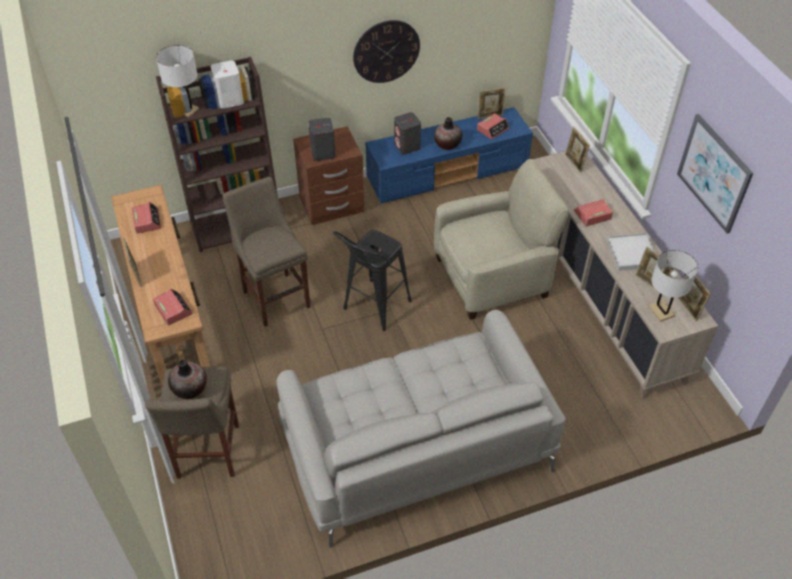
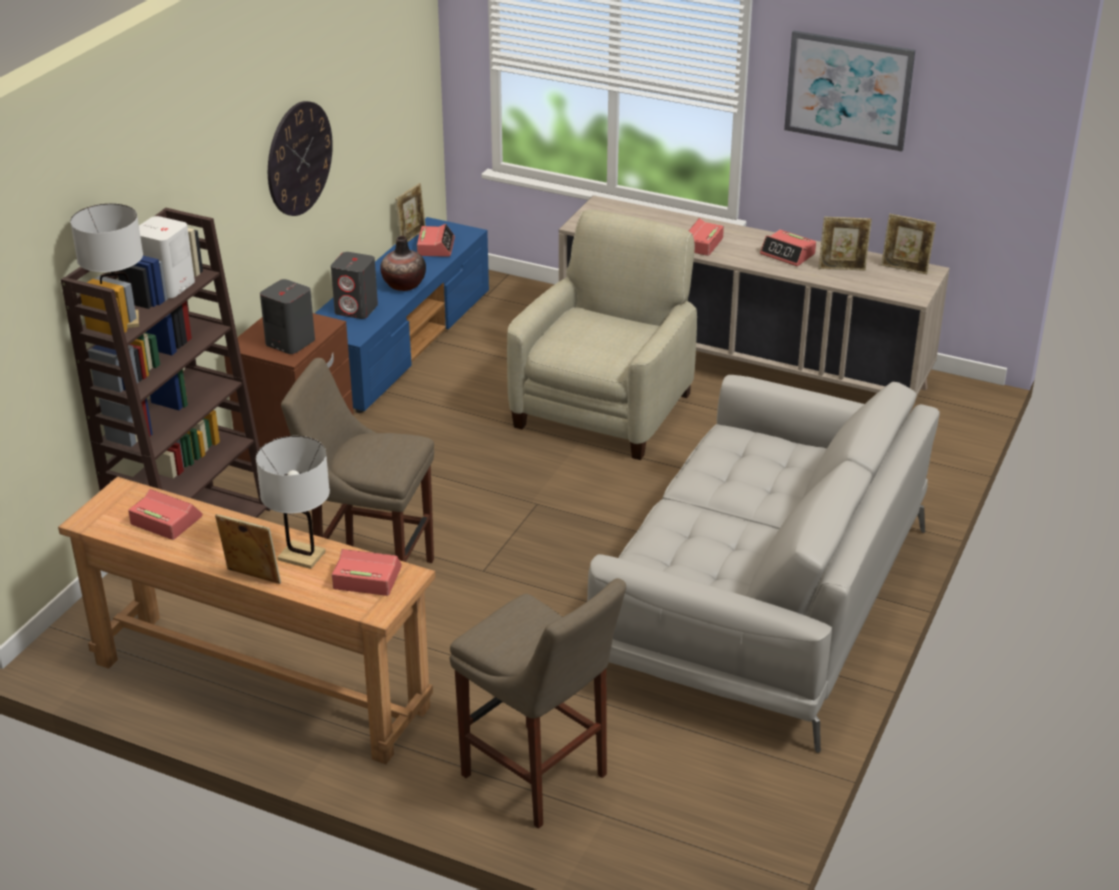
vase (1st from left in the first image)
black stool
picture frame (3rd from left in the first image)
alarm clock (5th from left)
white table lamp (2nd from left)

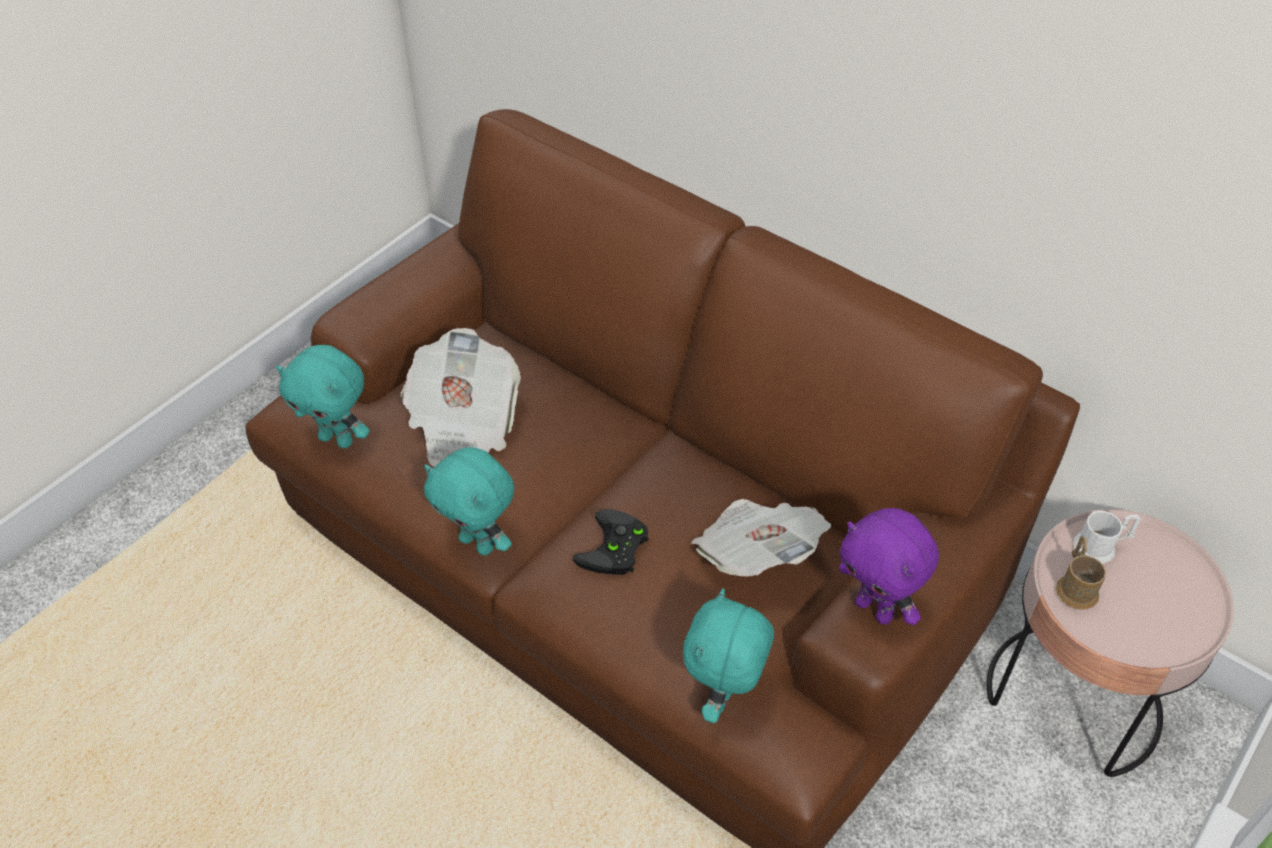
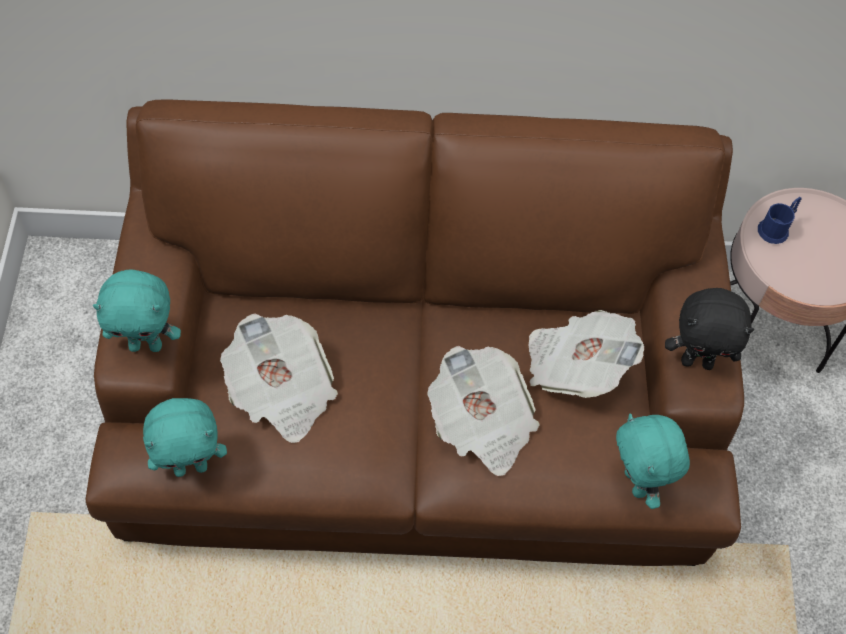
turquoise plush toy (1st from left)
newspaper (2nd from left)
black plush toy
brown mug
blue mug

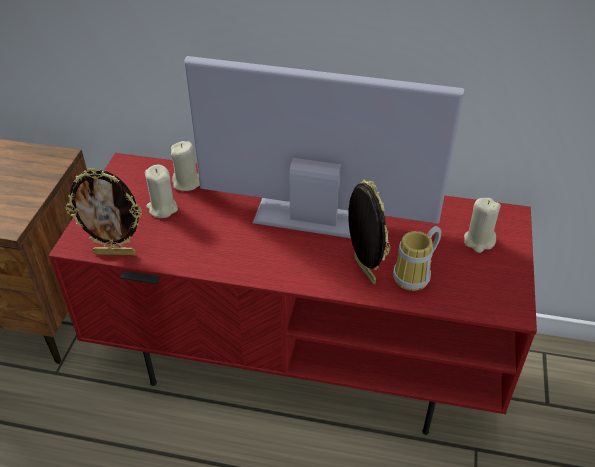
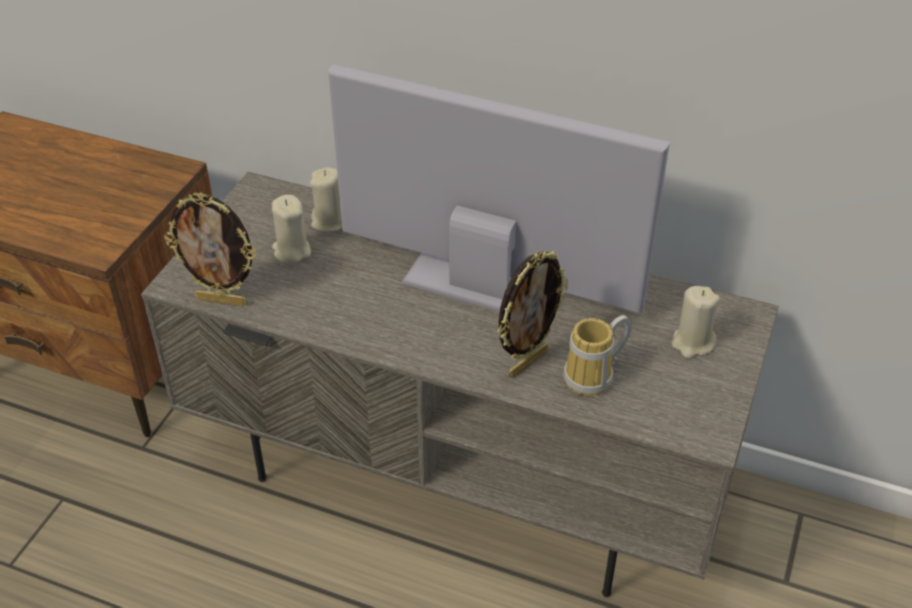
grey tv stand
picture frame (2nd from left)

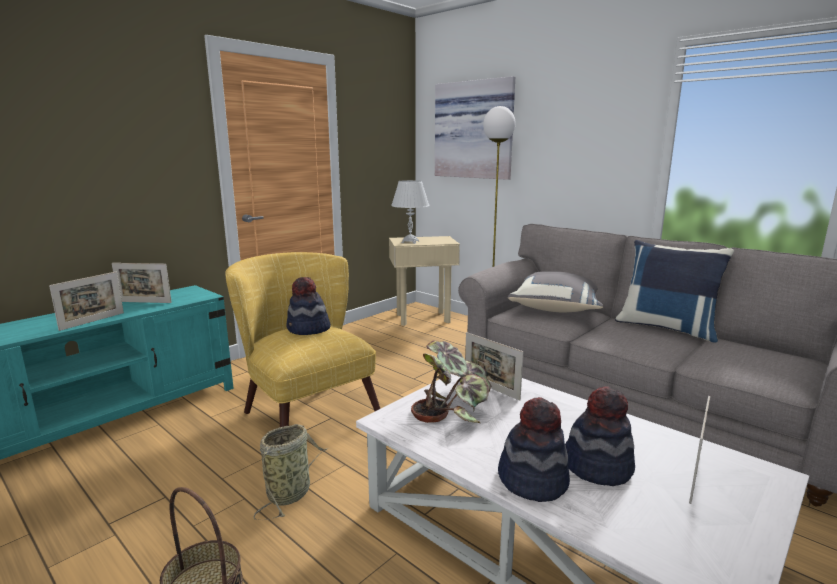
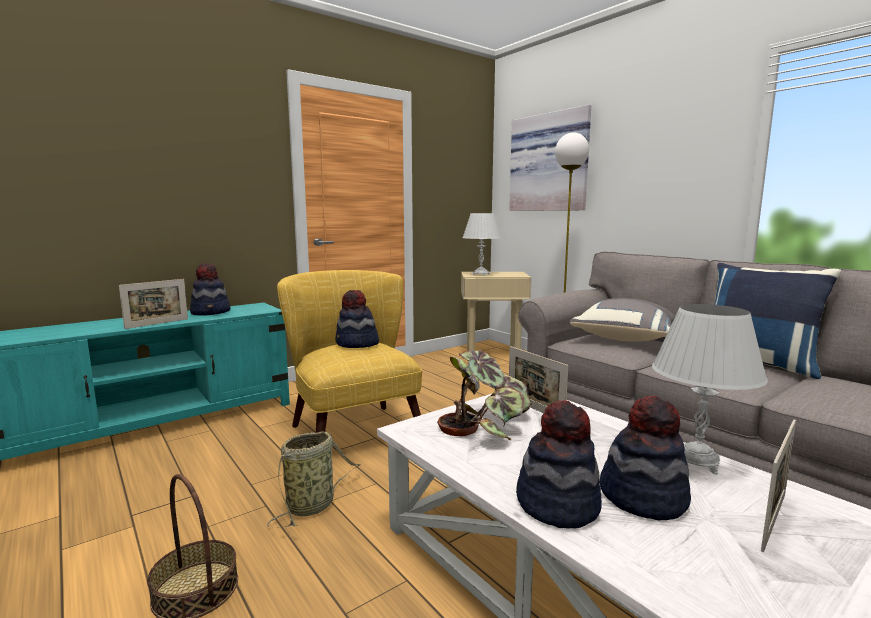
hat (1st from left)
white table lamp (2nd from left)

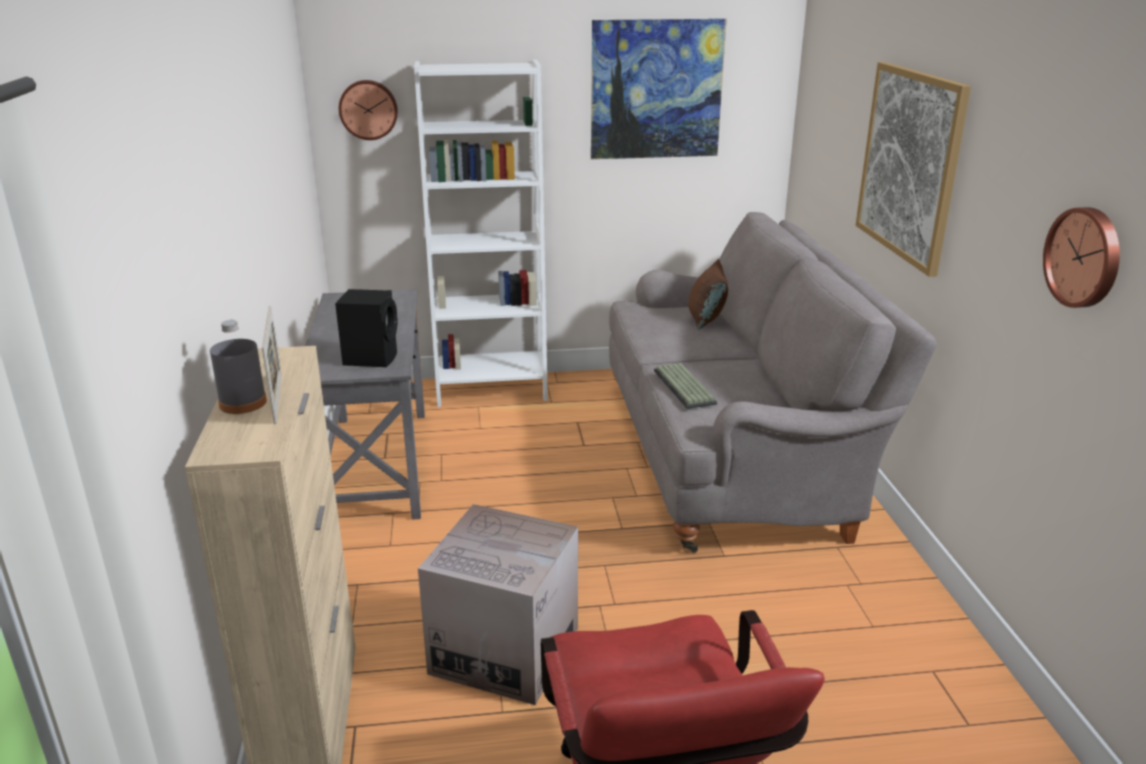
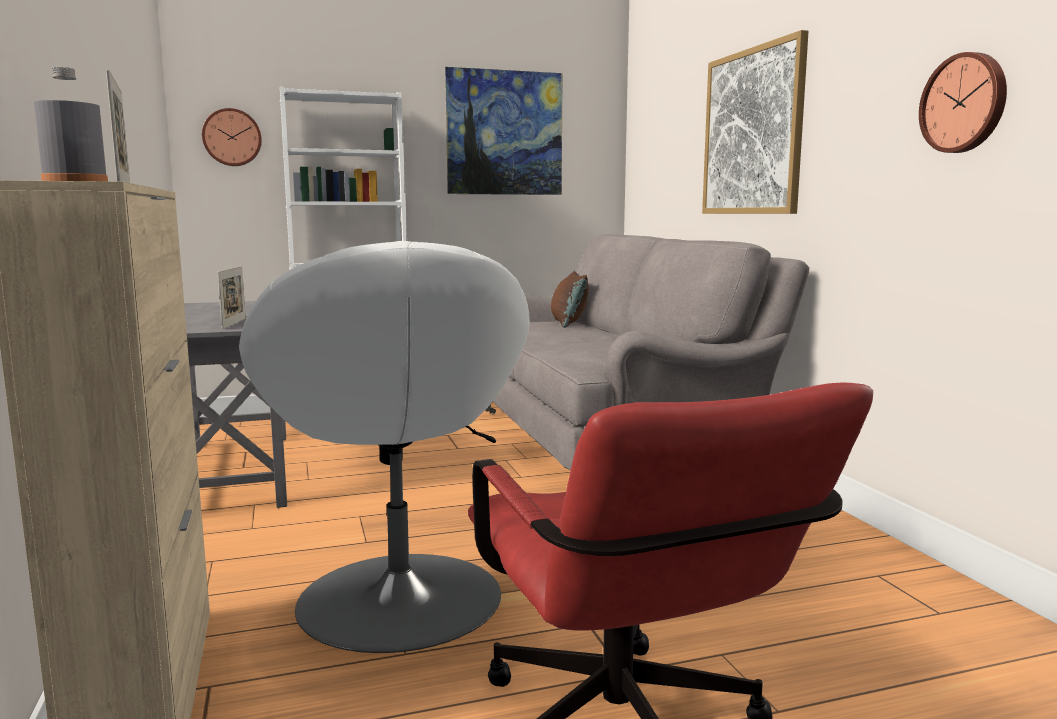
picture frame (2nd from left)
white armchair
keyboard

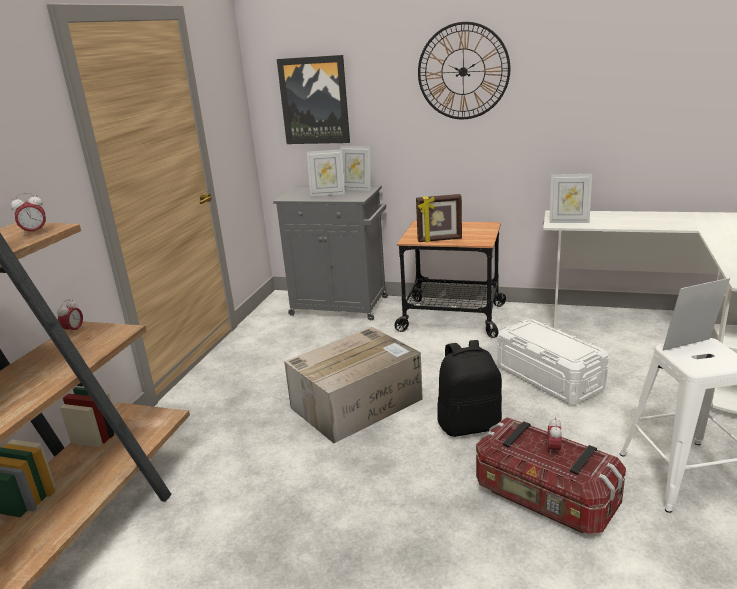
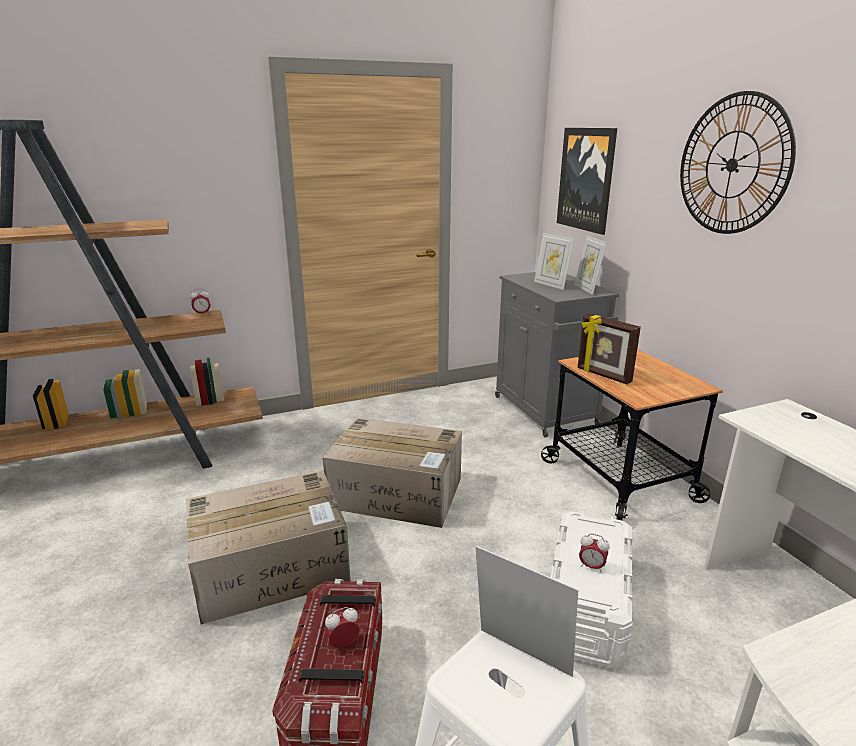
alarm clock (3rd from left)
black backpack
picture frame (4th from left in the first image)
cardboard box (1st from left)

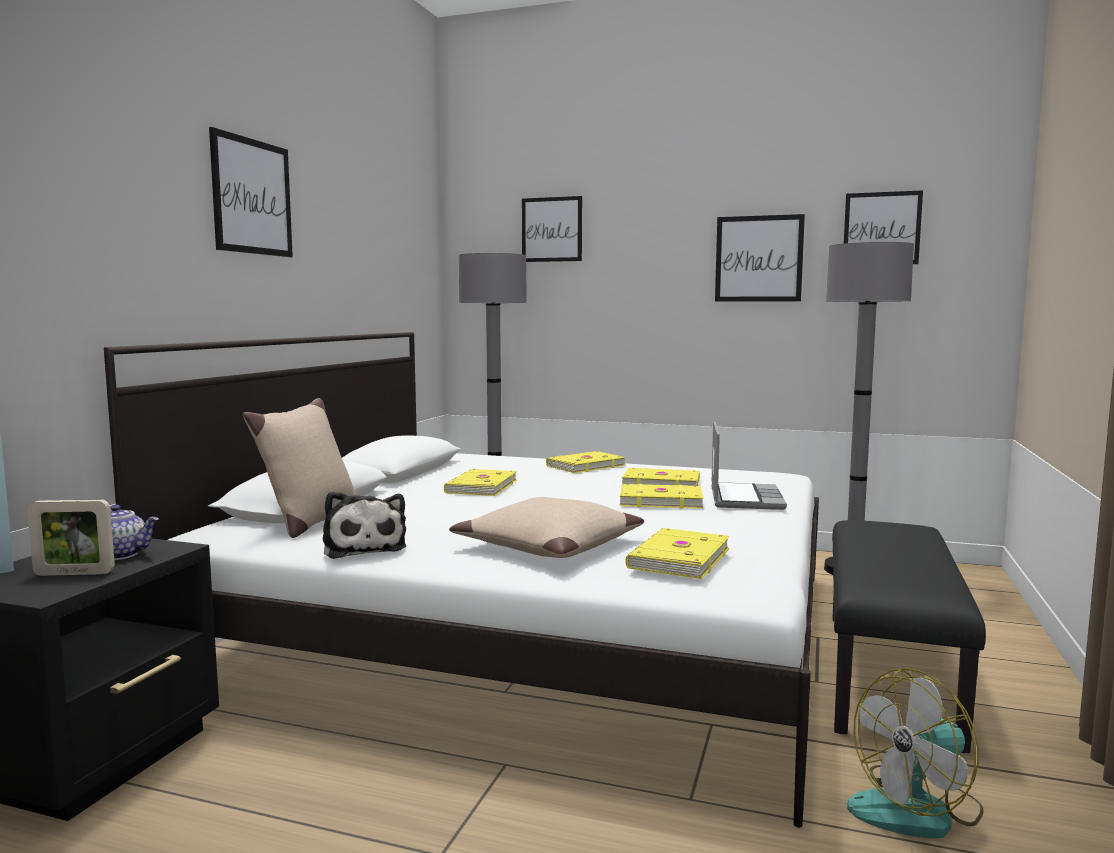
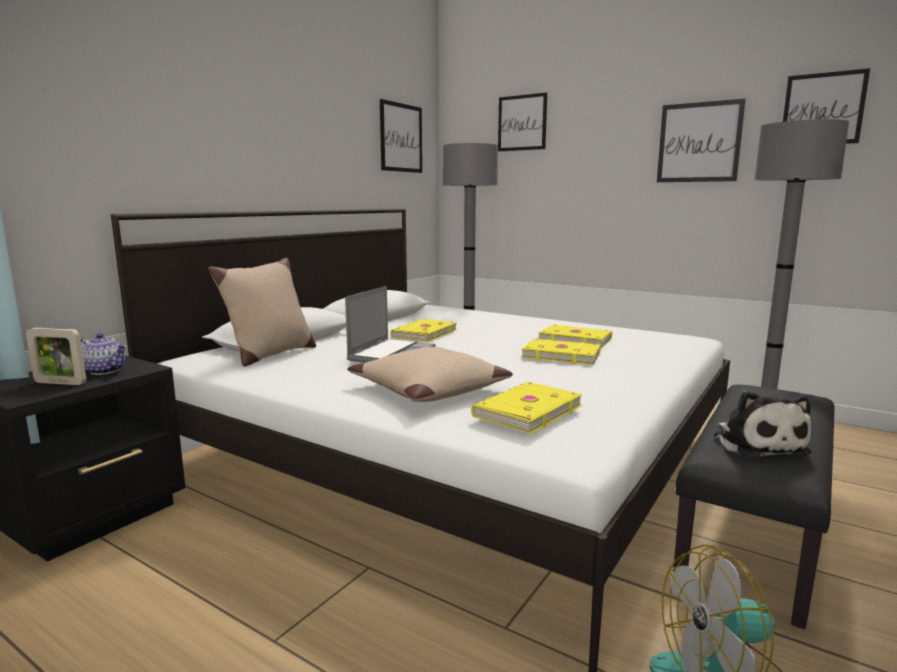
picture (1st from left)
plush toy
yellow book (2nd from left in the first image)
laptop

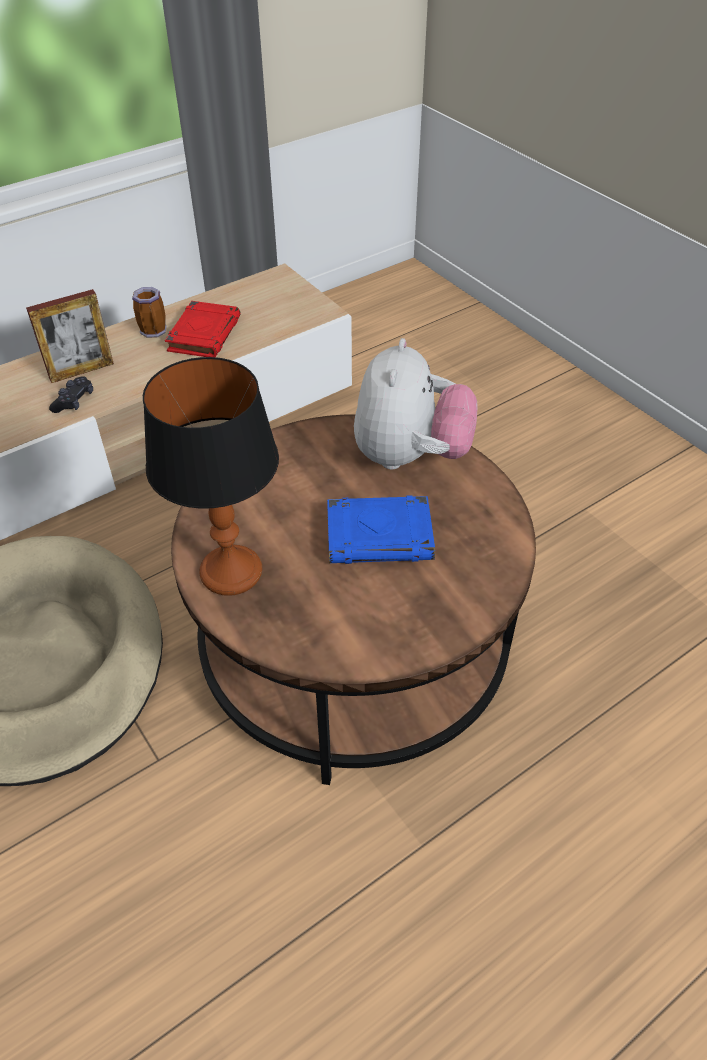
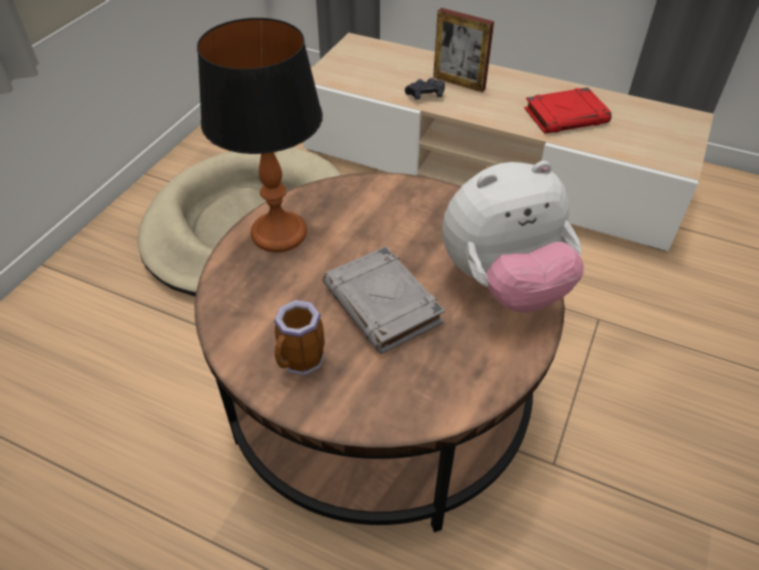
mug
grey book

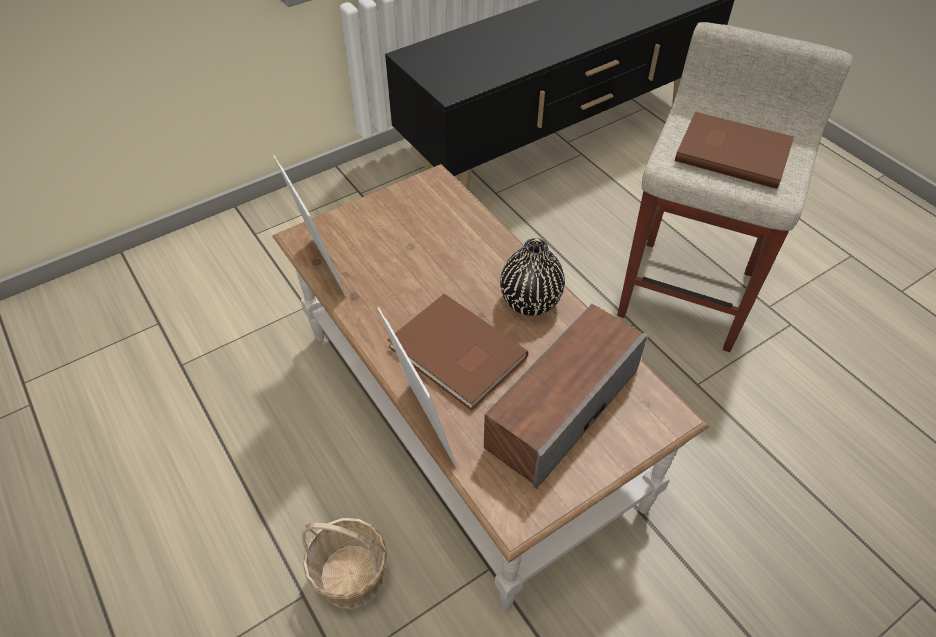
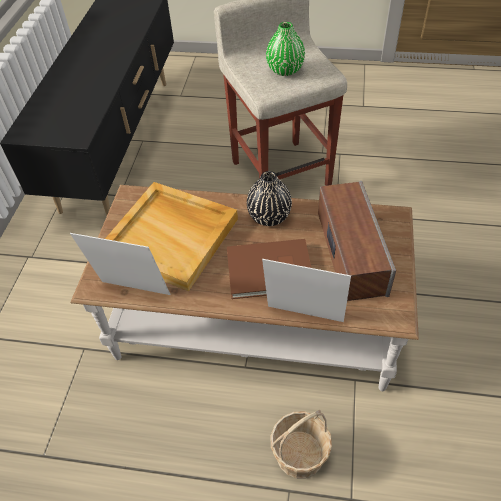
green vase
beige tray

